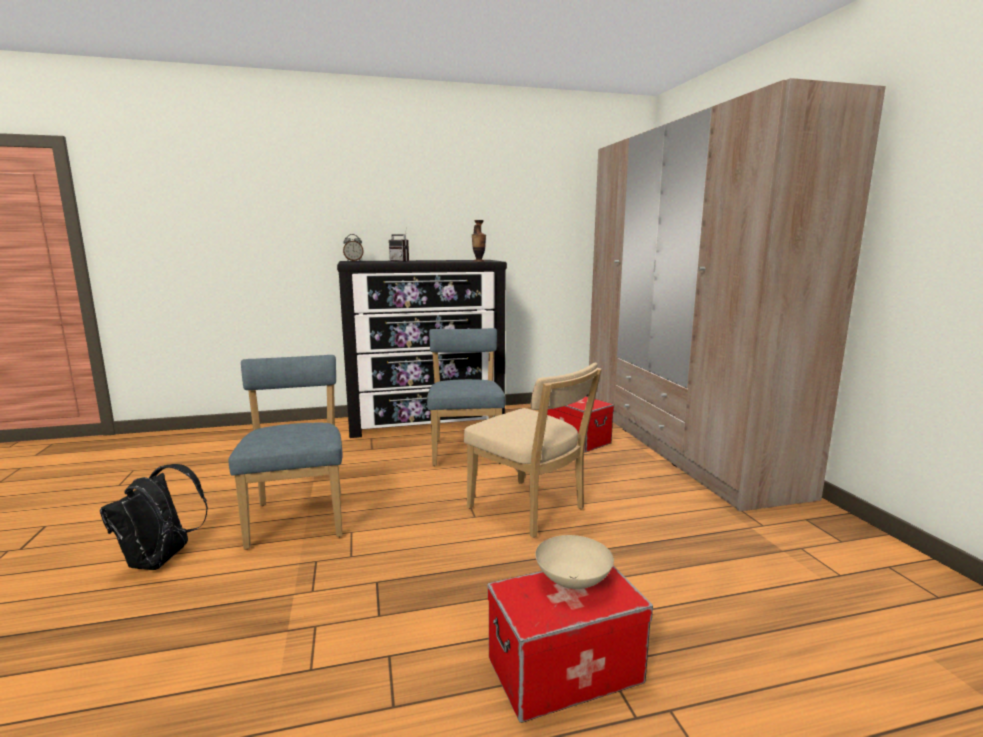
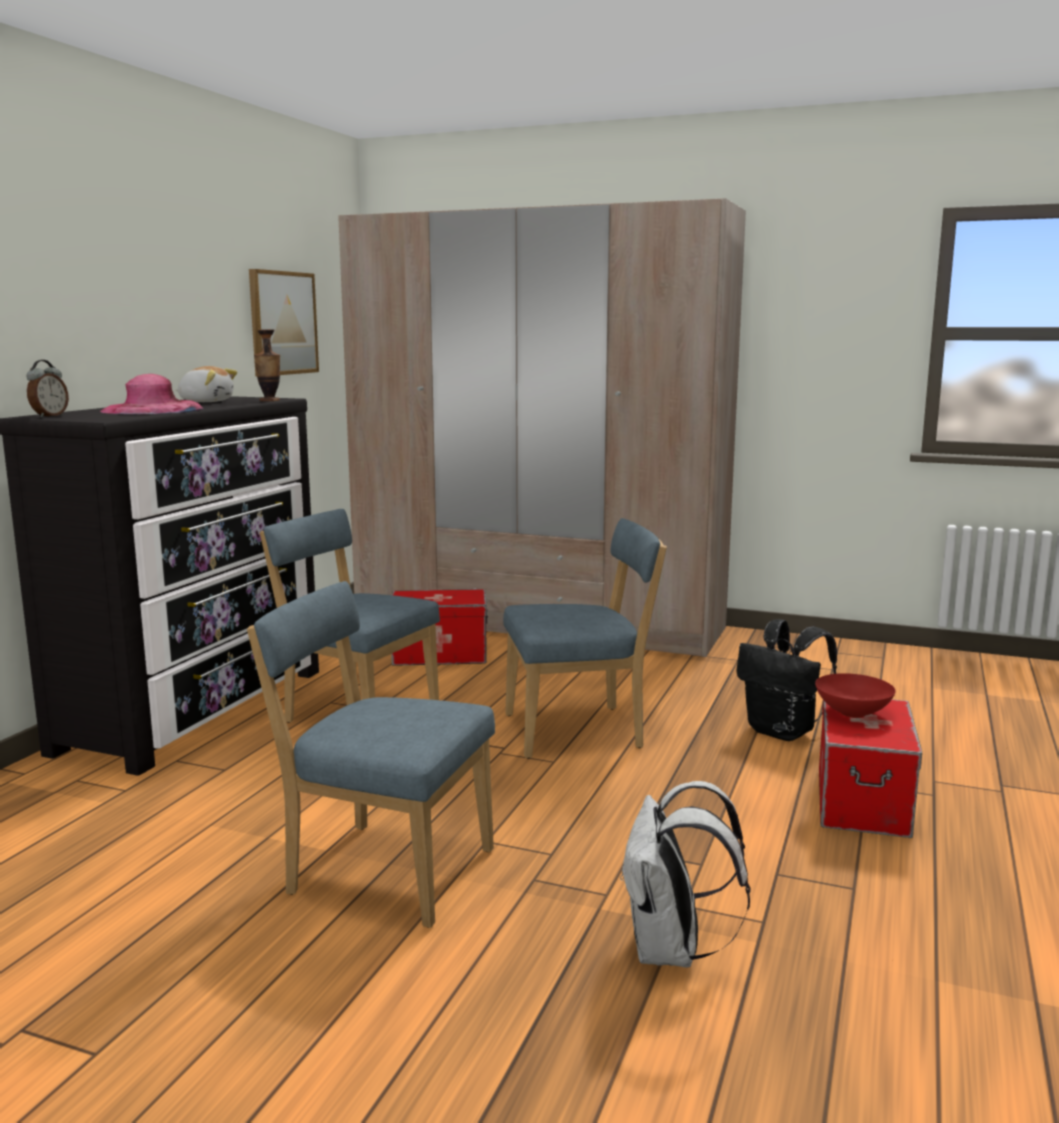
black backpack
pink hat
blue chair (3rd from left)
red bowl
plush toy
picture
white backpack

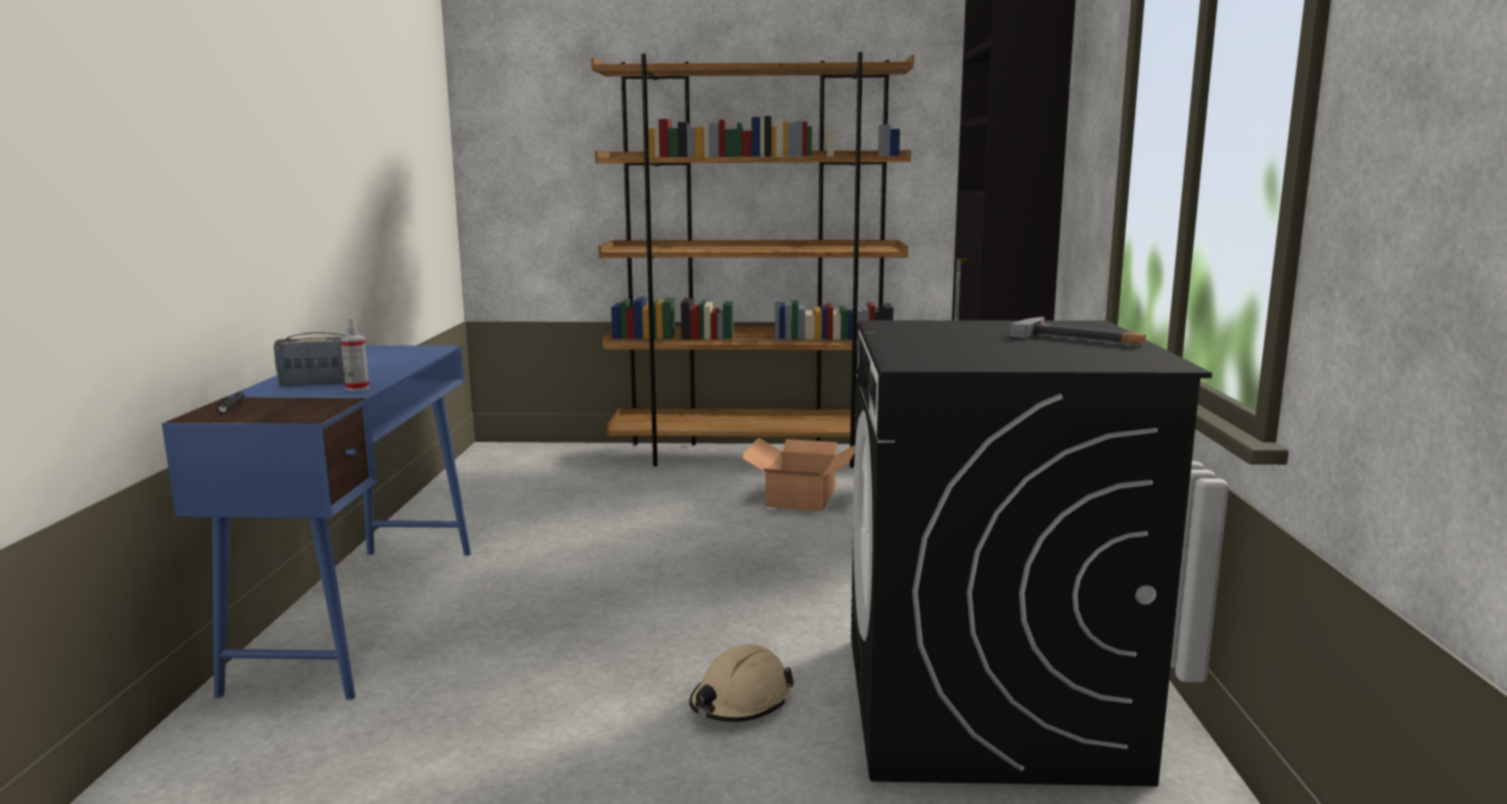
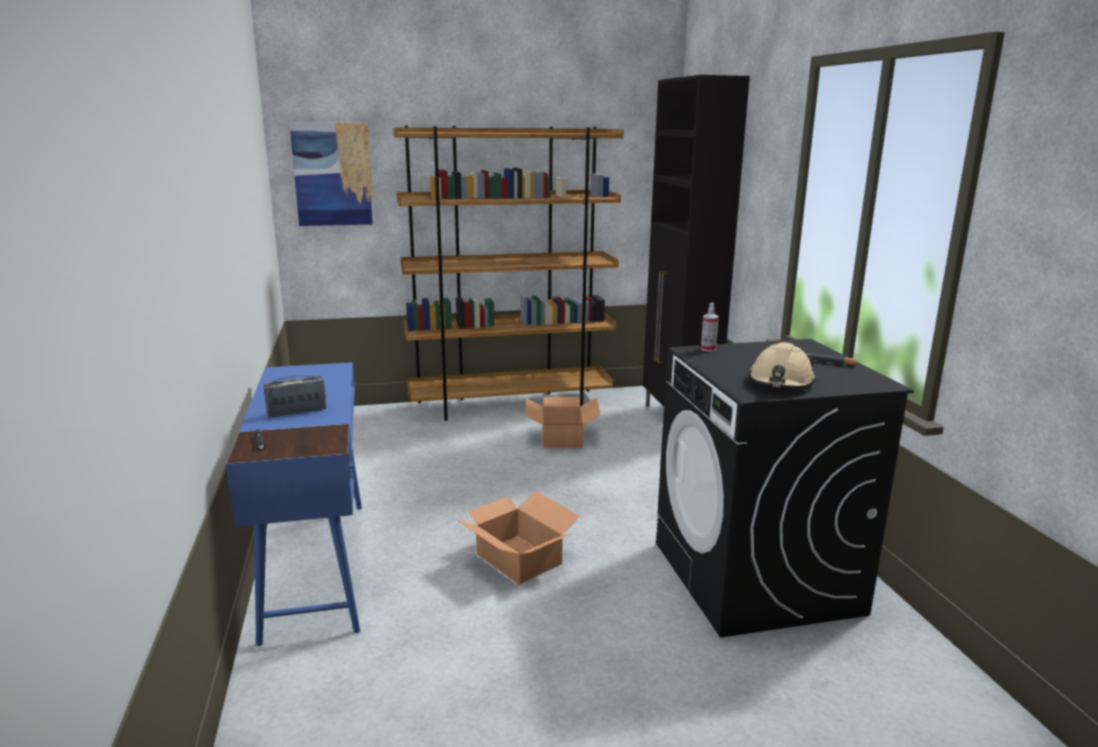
spray bottle
beige hard hat
picture
cardboard box (1st from left)

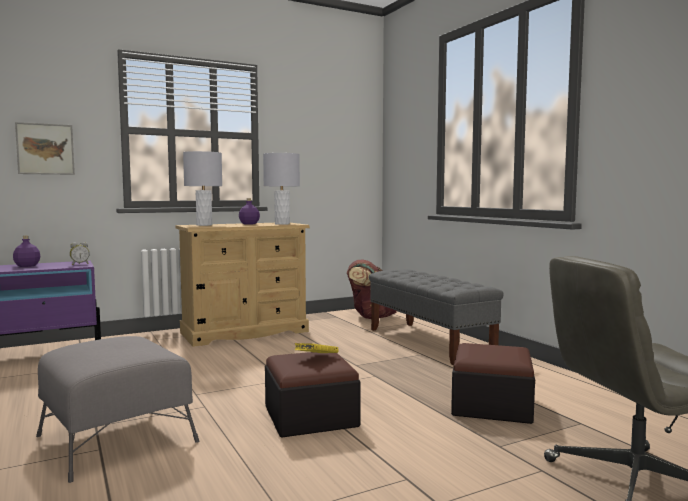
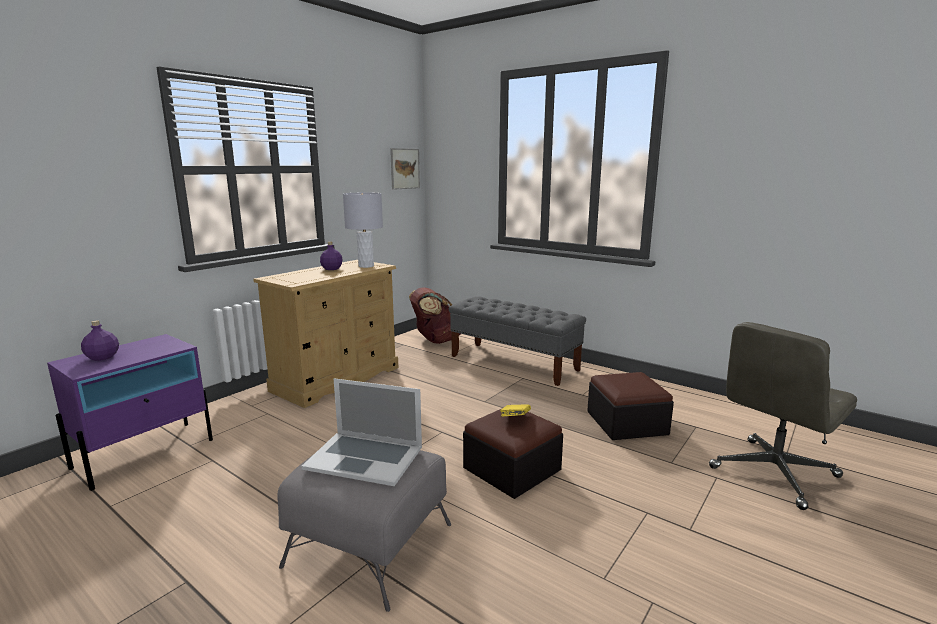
picture
alarm clock
grey table lamp (1st from left in the first image)
laptop

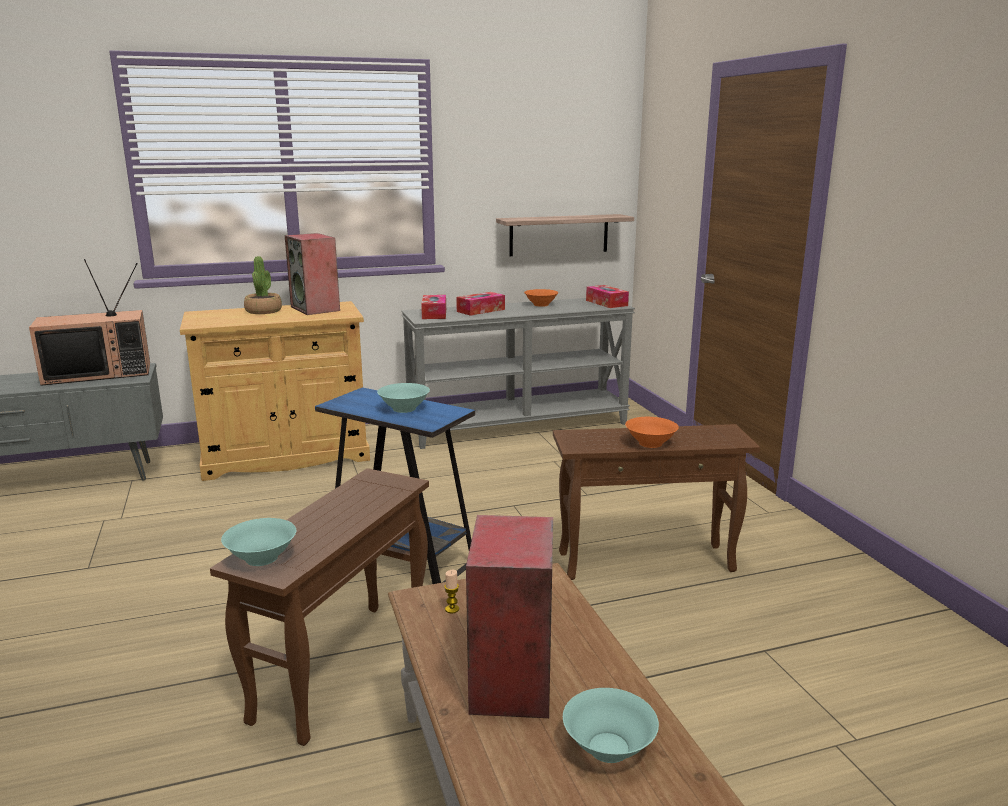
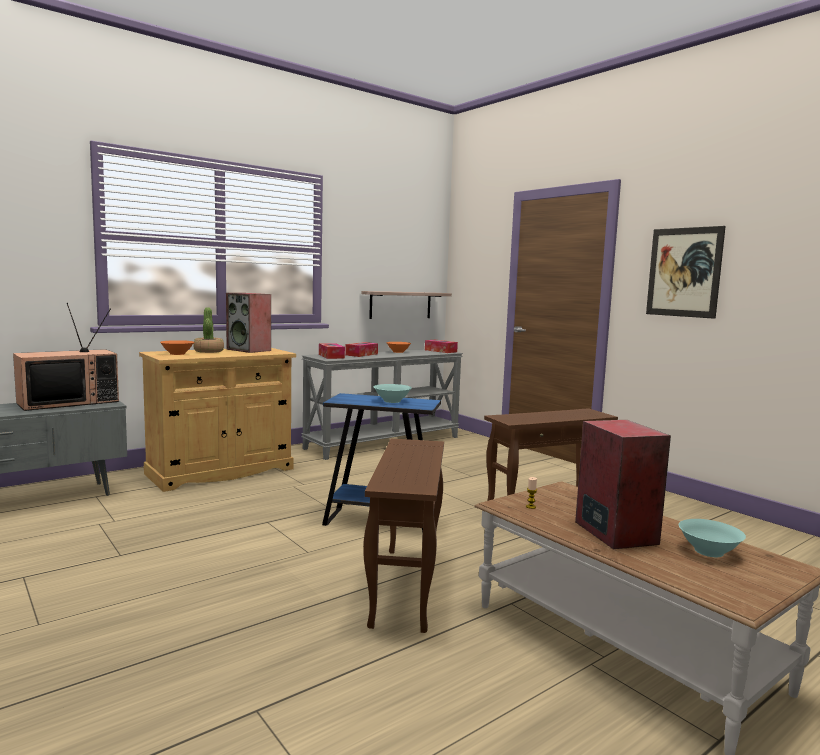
turquoise bowl (1st from left in the first image)
orange bowl (1st from left)
picture

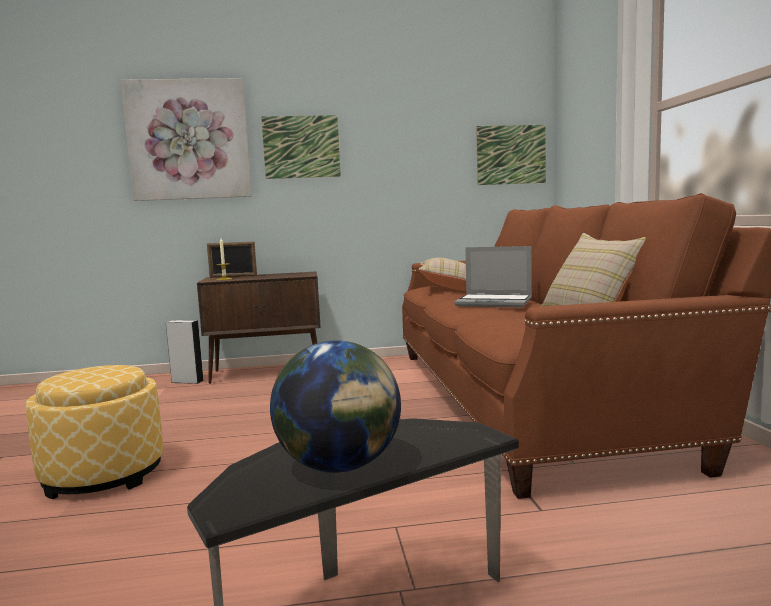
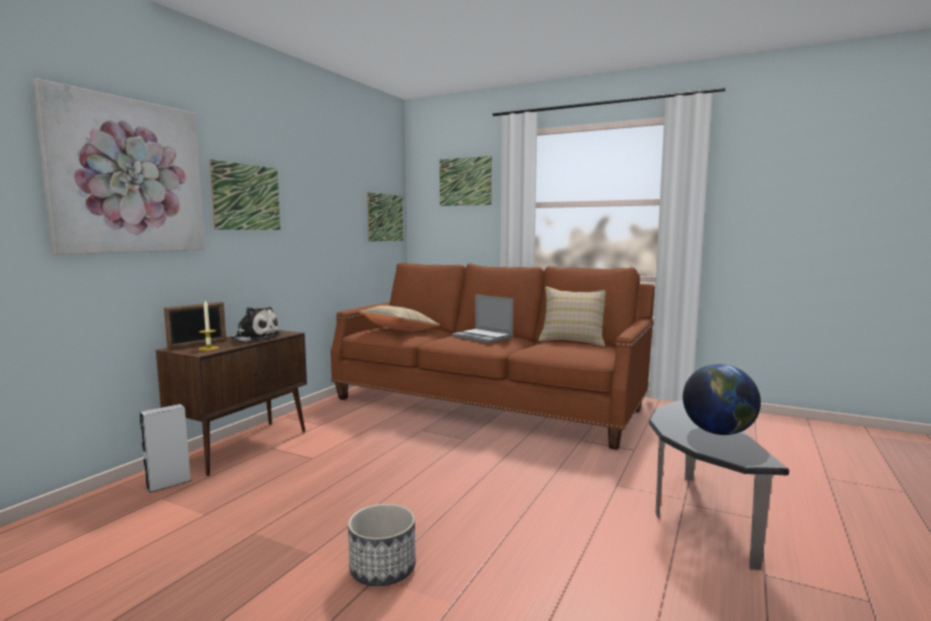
planter
laptop
plush toy
picture (4th from left)

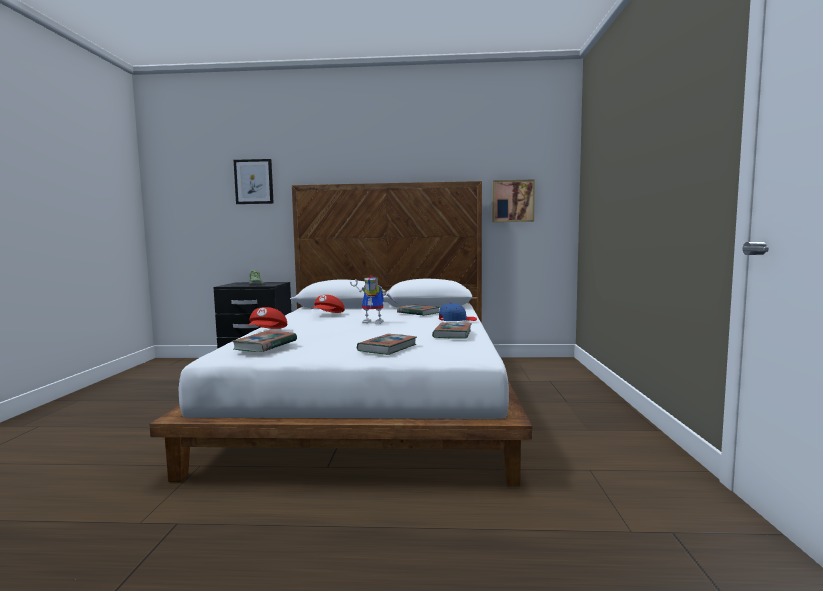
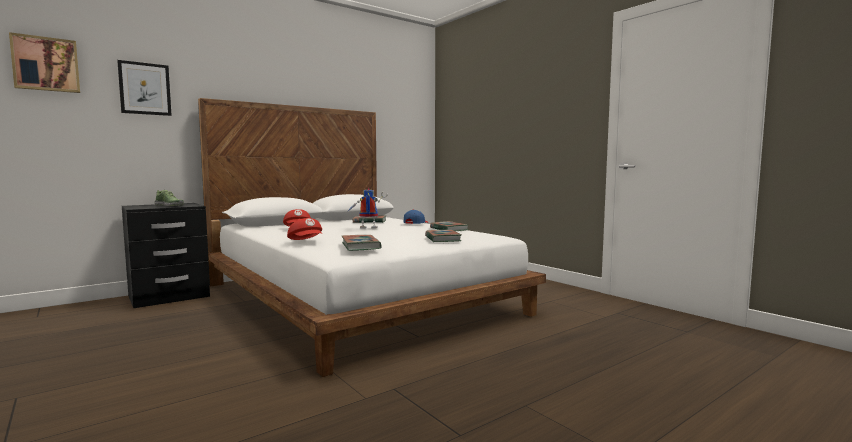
toy robot
picture (1st from left)

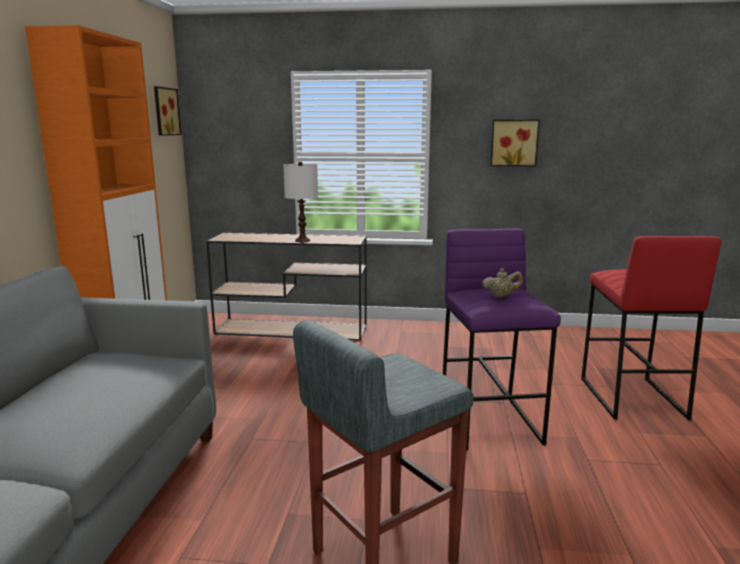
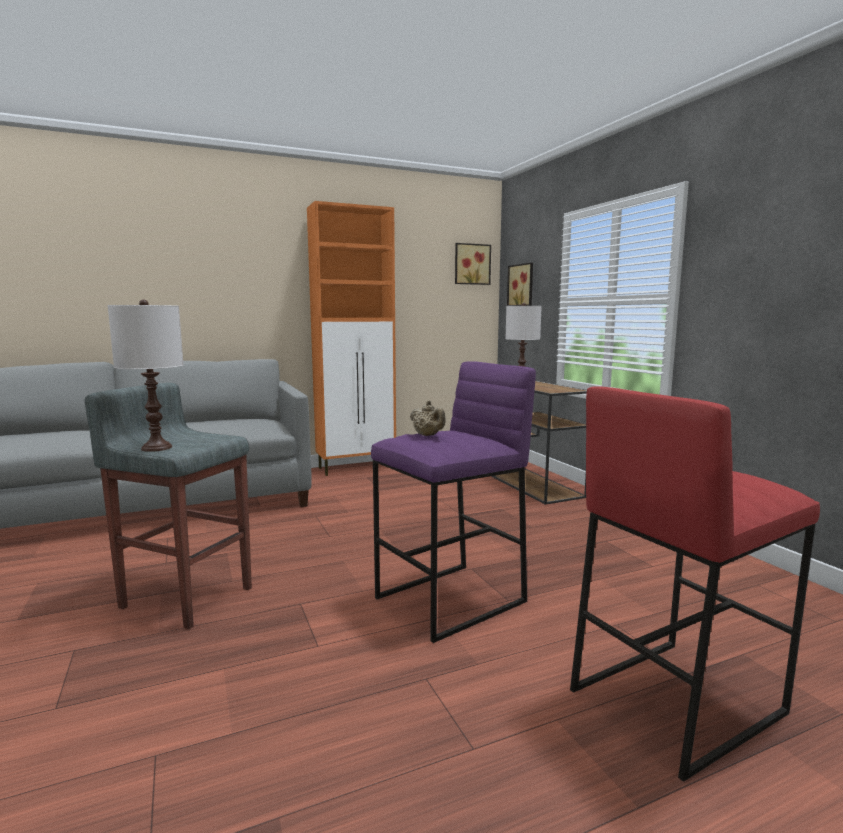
picture (2nd from left)
white table lamp (1st from left)

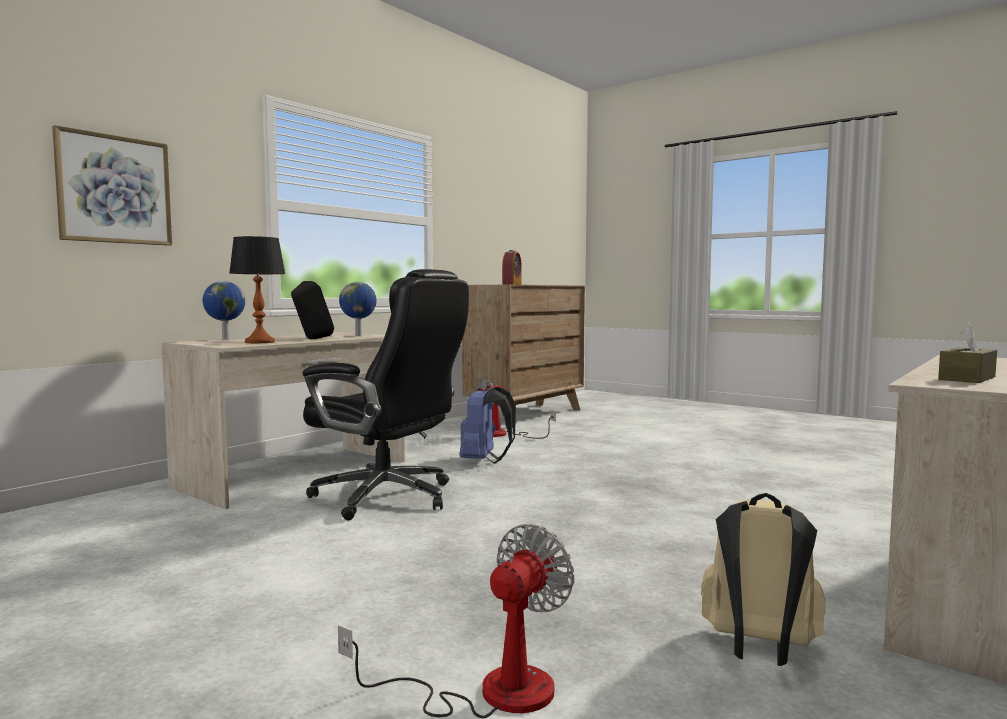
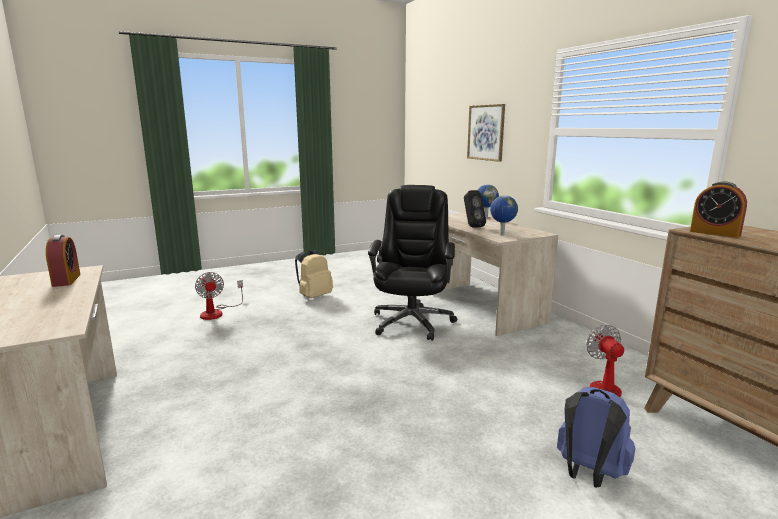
table lamp
black office chair
blue backpack
beige backpack
alarm clock (1st from left)

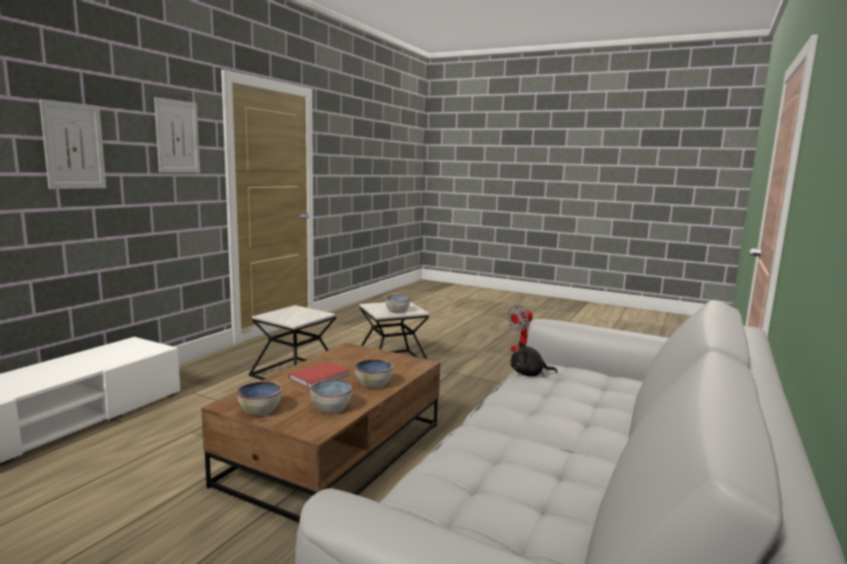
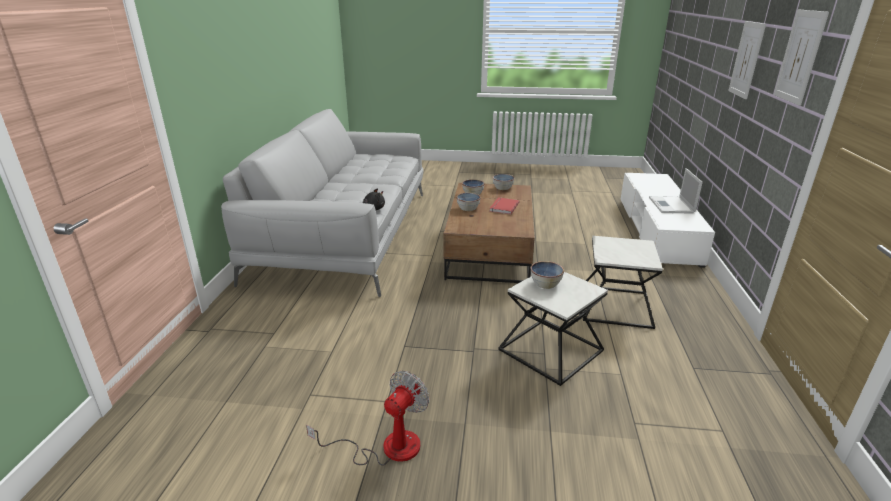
laptop

